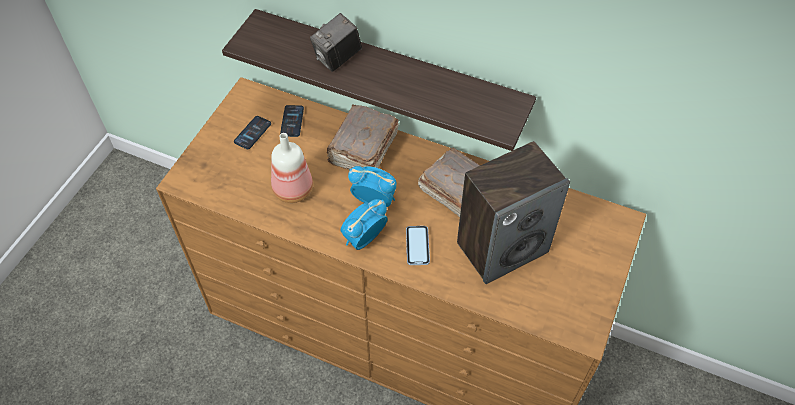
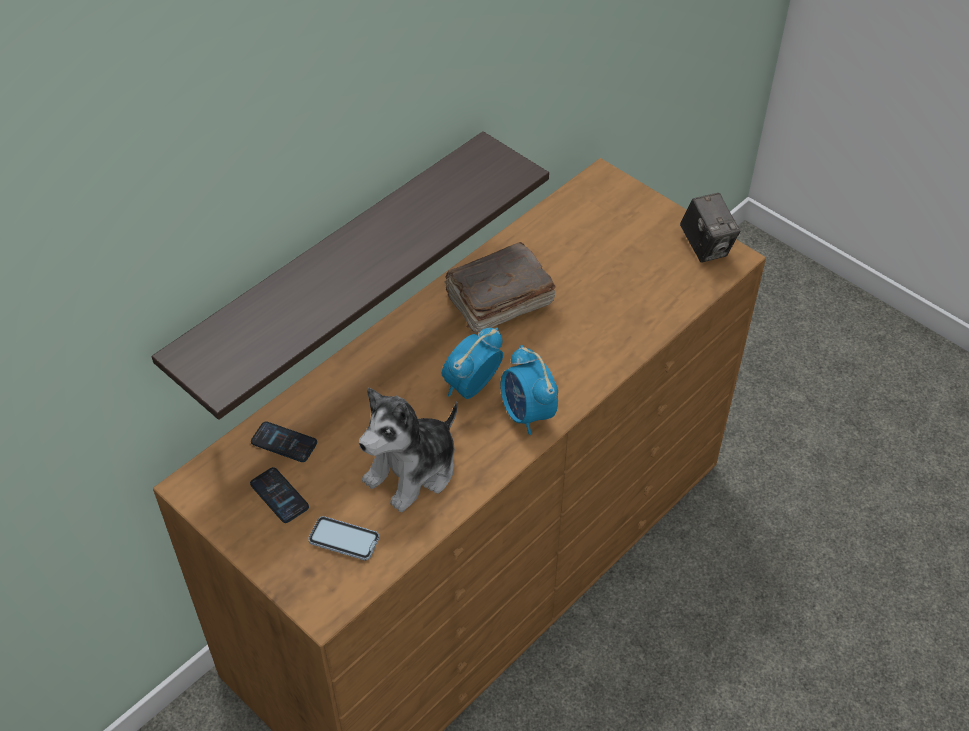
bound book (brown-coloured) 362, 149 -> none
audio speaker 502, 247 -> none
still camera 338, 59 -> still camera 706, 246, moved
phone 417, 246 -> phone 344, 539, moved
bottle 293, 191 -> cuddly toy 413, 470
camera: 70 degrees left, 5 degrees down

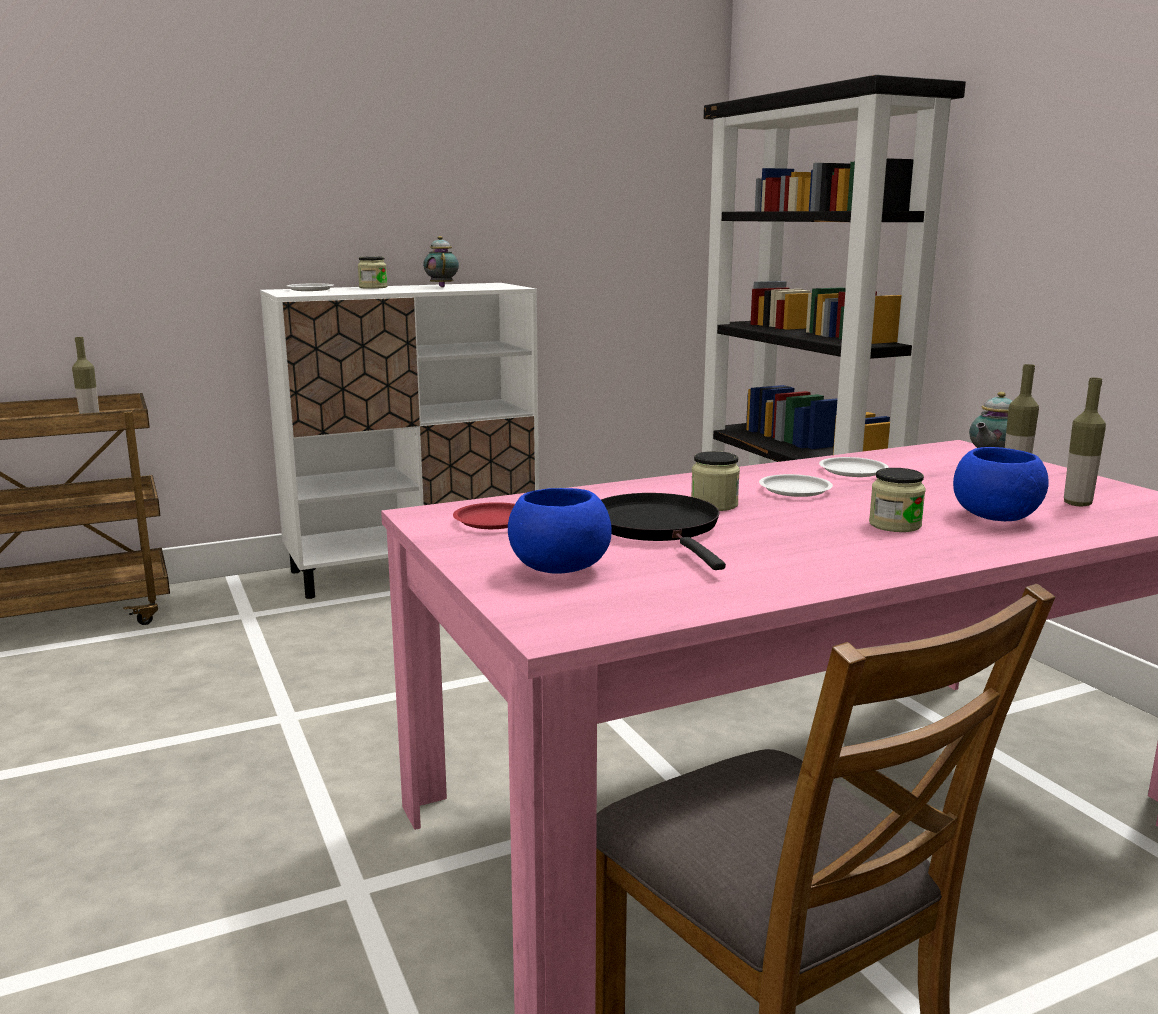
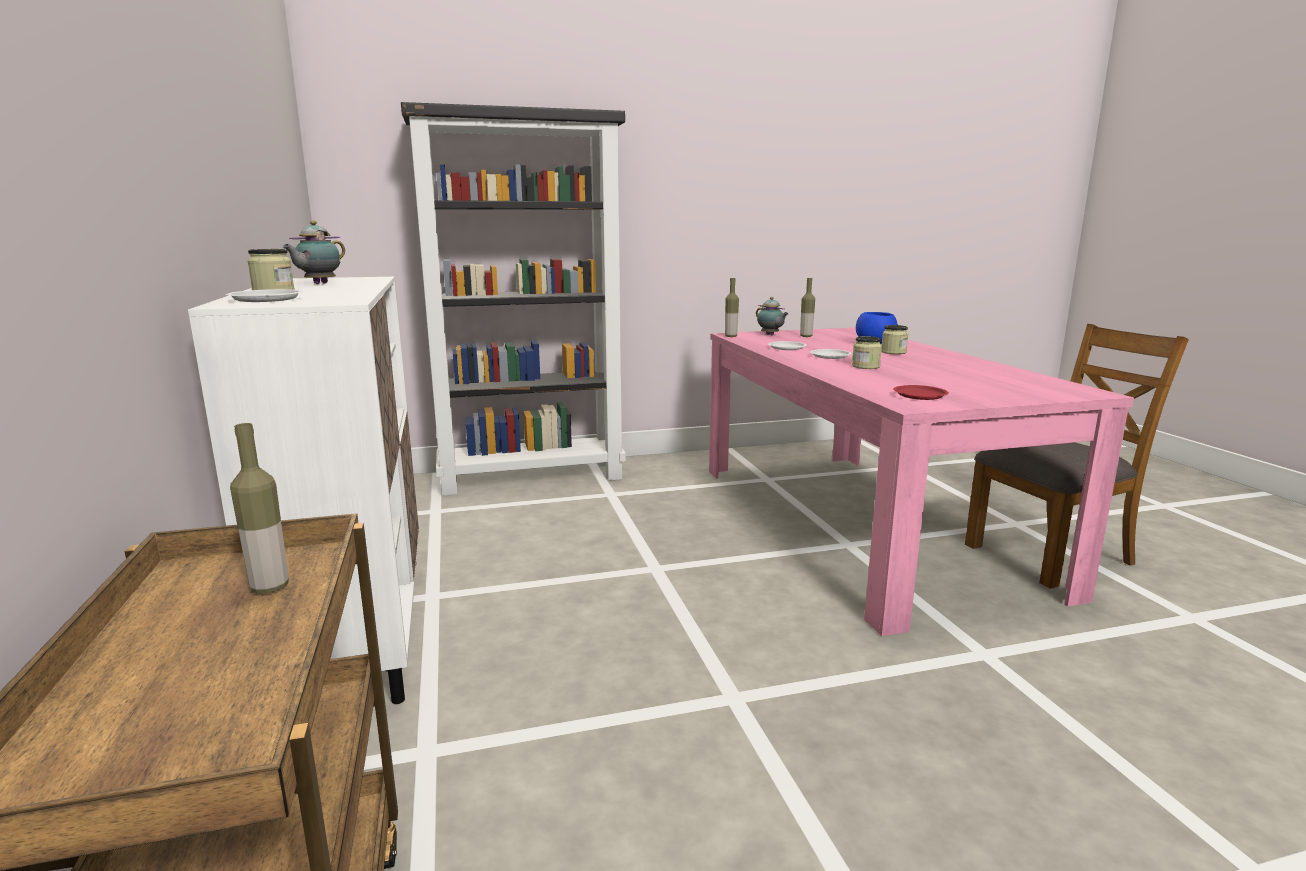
serving bowl (blue) 559, 570 -> none
pan (black-coloured) 658, 528 -> none
bottle 1077, 504 -> bottle 731, 336, moved
tea pot 442, 287 -> tea pot 318, 284, 60 degrees counterclockwise
camera: 80 degrees left, 0 degrees up

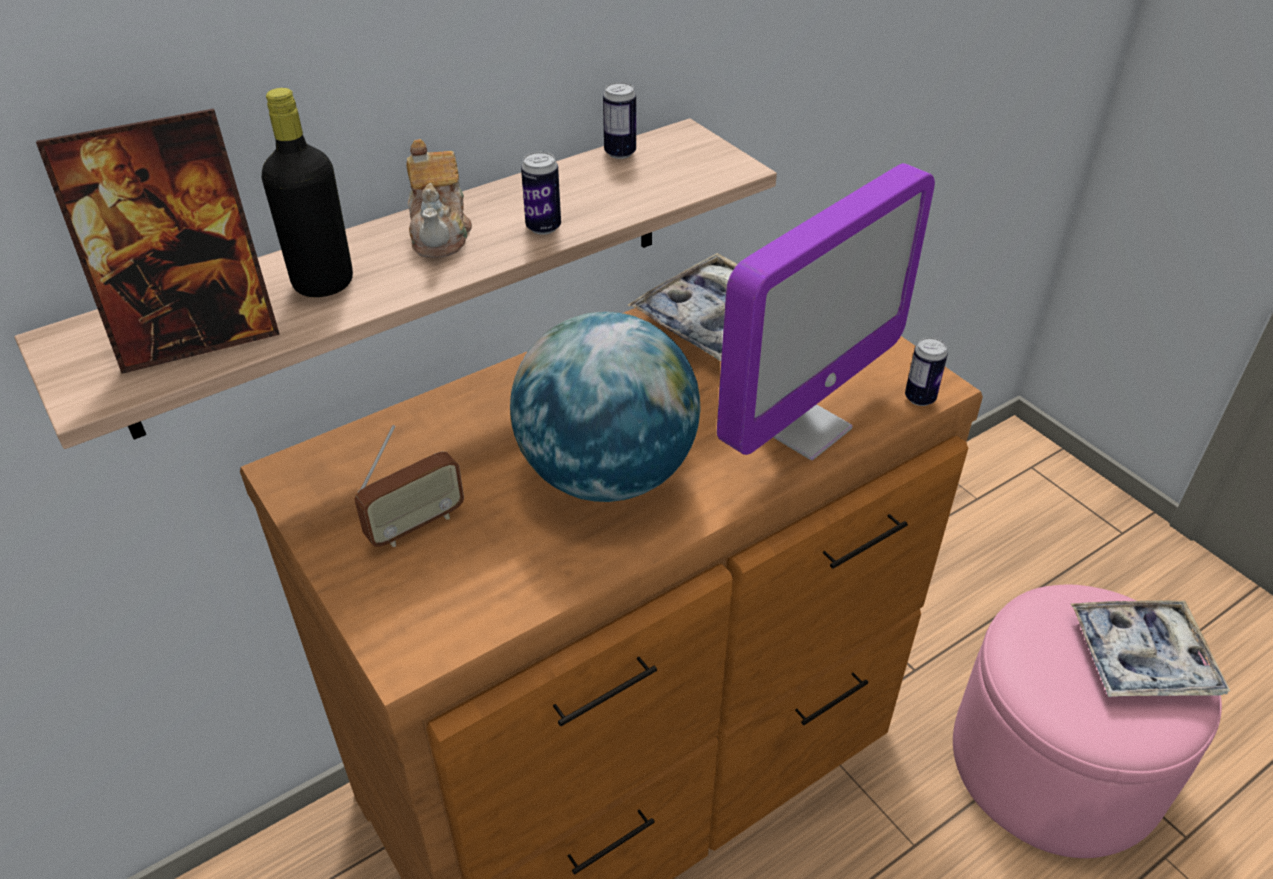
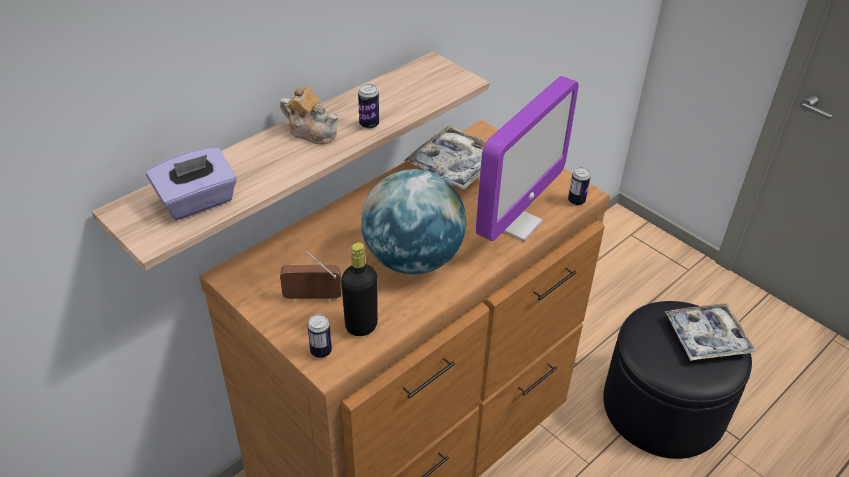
bottle (black-coloured) 323, 283 -> bottle (black-coloured) 361, 326, moved
can 620, 153 -> can 321, 351, moved
picture frame 197, 335 -> tissue holder (purple-coloured) 197, 202
ottoman (pink-coloured) 1055, 763 -> ottoman (black-coloured) 663, 407
radio set 415, 525 -> radio set 312, 298, 135 degrees counterclockwise
tea pot 440, 233 -> tea pot 312, 132, 45 degrees counterclockwise
camera: 10 degrees left, 0 degrees up

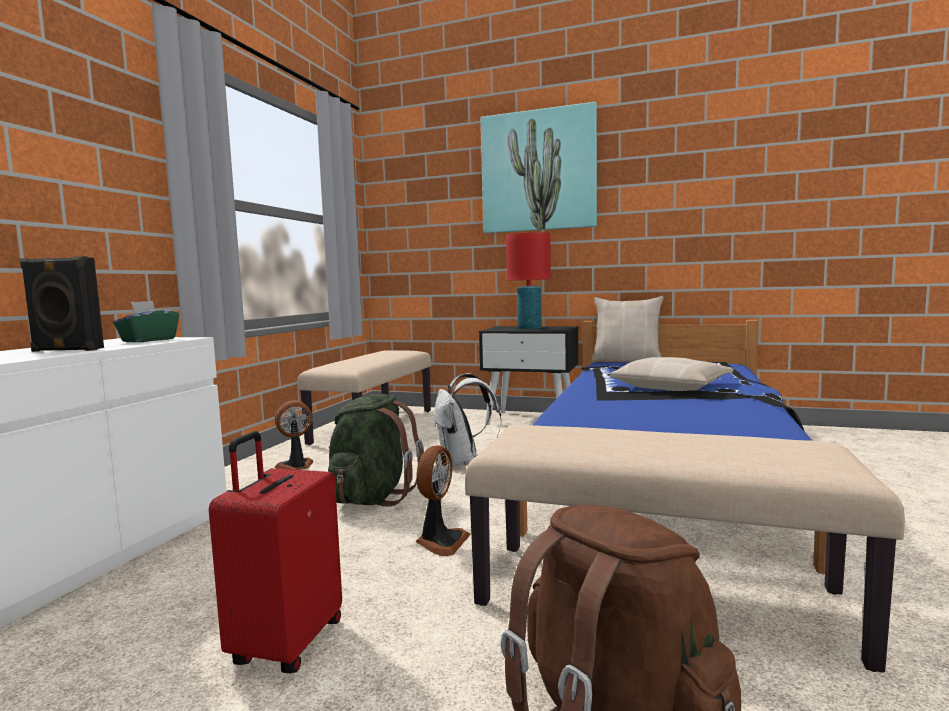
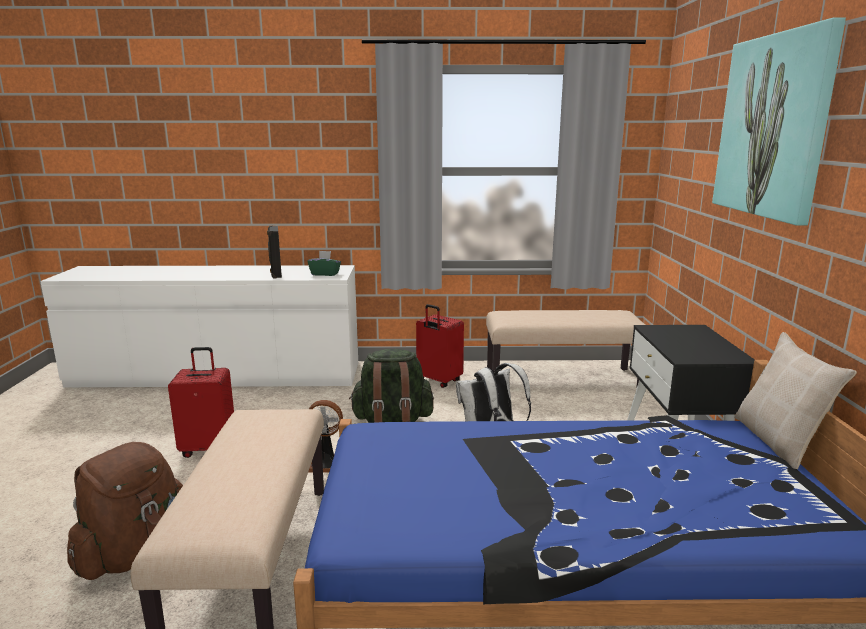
tabletop lamp (red-coloured) 529, 328 -> none
cushion (beige) 672, 386 -> none
fan 296, 466 -> piece of luggage (red-coloured) 438, 381
camera: 70 degrees right, 10 degrees up

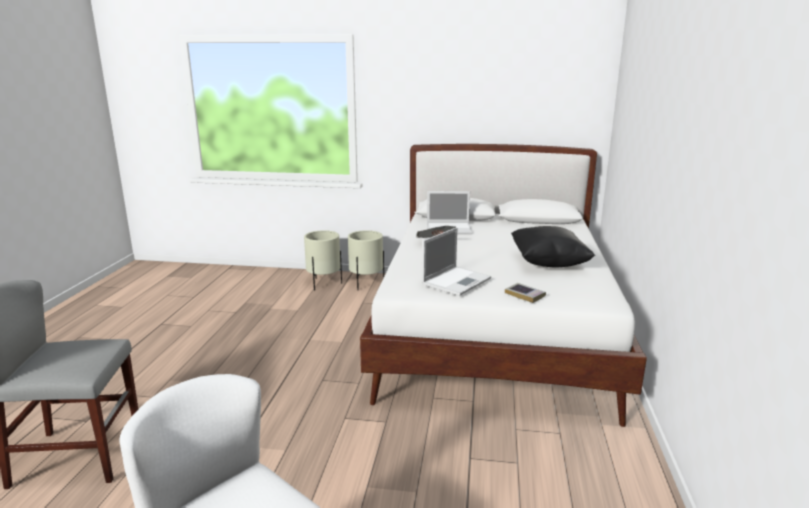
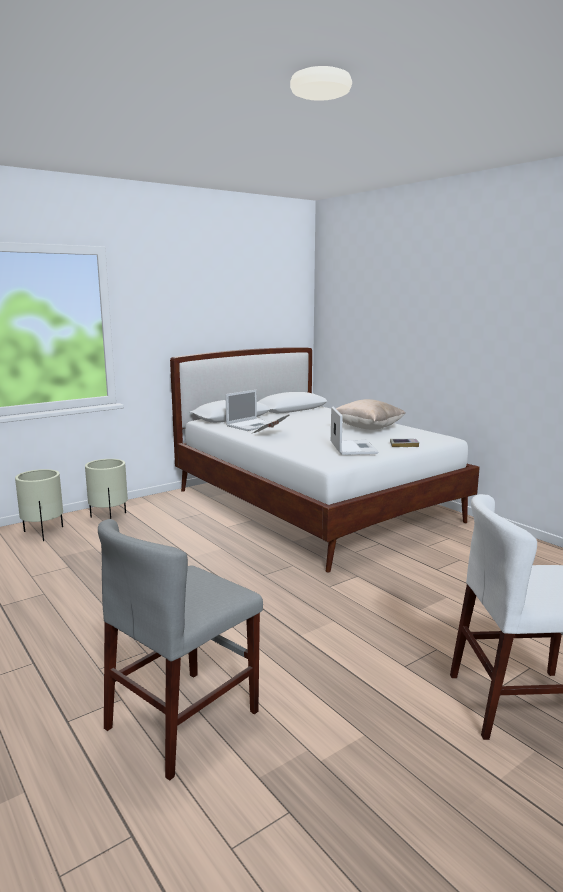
flower pot (beige) 366, 284 -> flower pot (beige) 43, 533, moved
cushion (black-coloured) 548, 263 -> cushion (beige) 367, 428
camera: 45 degrees left, 5 degrees down

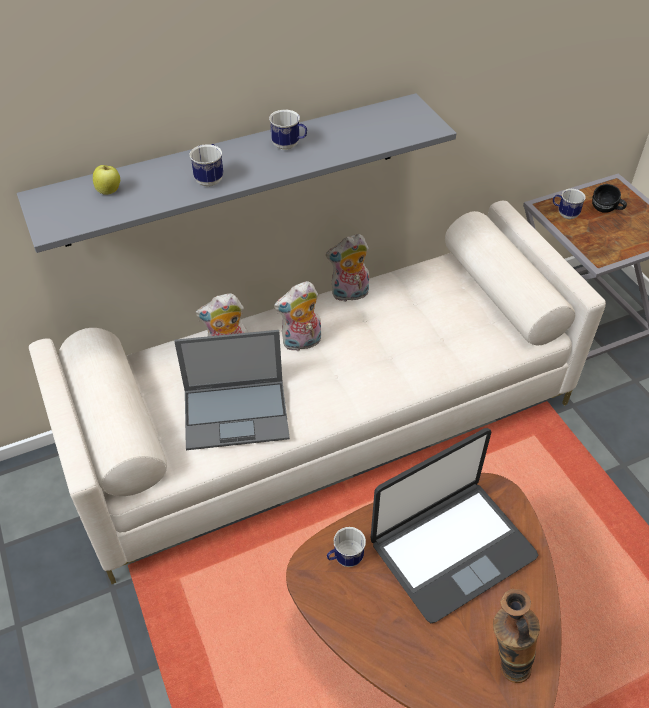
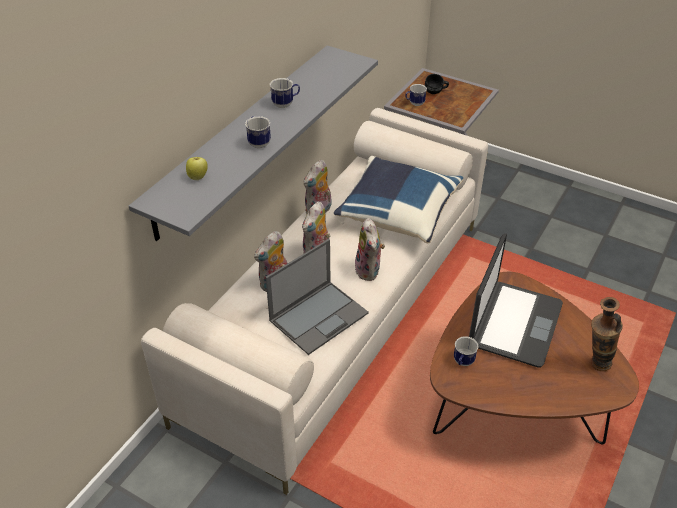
none -> cushion (blue) 397, 213
none -> cuddly toy 369, 271
camera: 35 degrees left, 5 degrees down

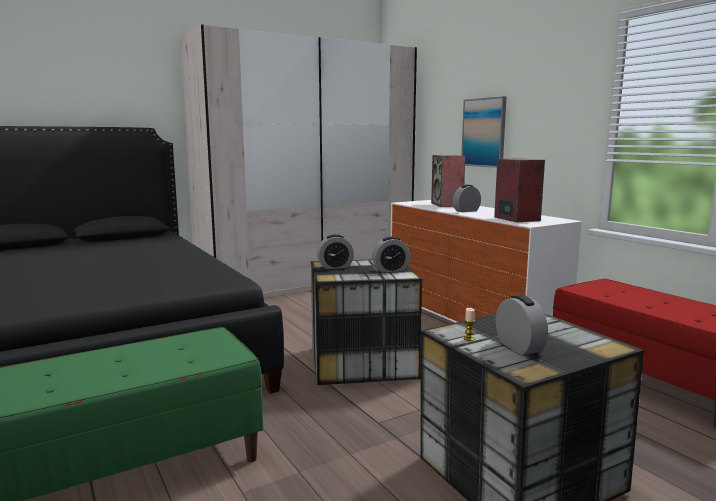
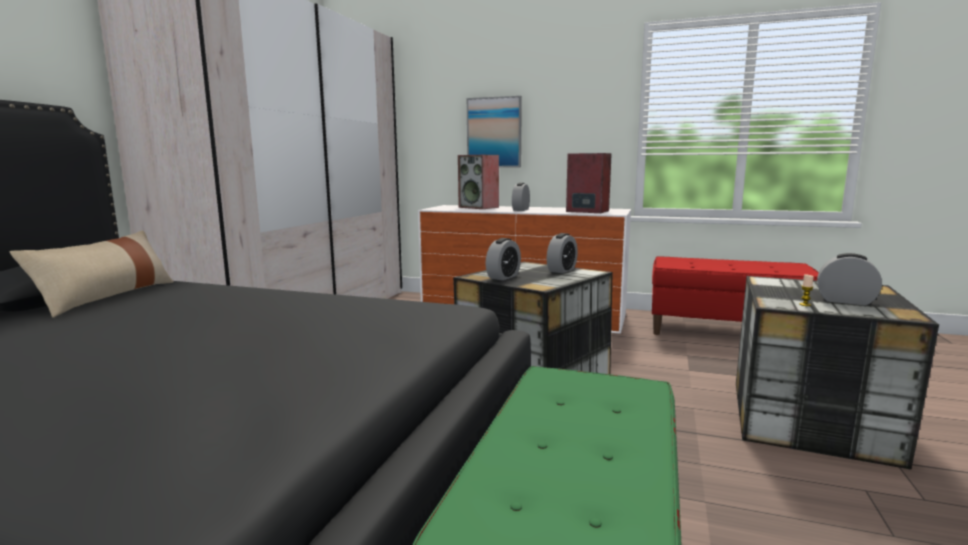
none -> cushion (beige) 108, 297
camera: 40 degrees left, 0 degrees up

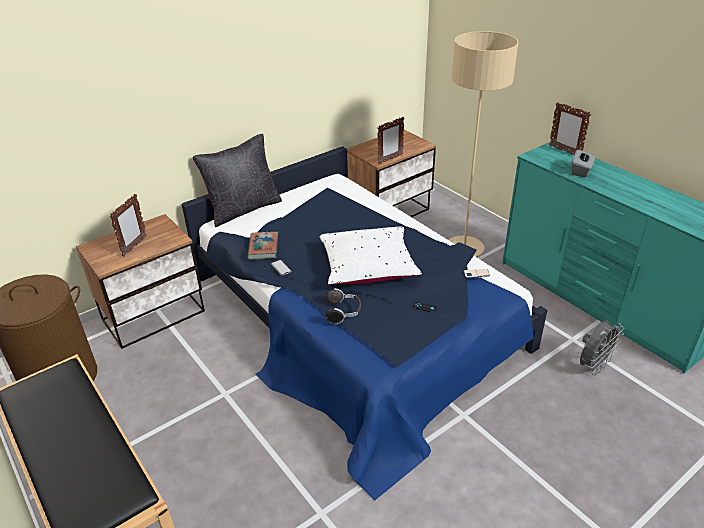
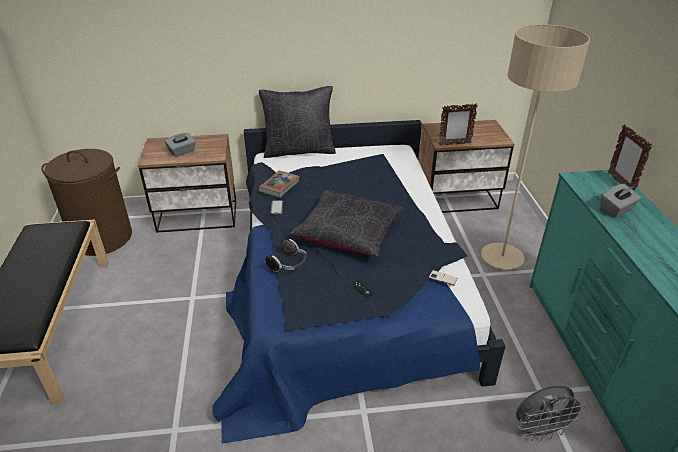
picture frame 134, 246 -> tissue holder (gray) 182, 151
cushion (whitish) 368, 267 -> cushion (black-coloured) 348, 233
camera: 30 degrees right, 0 degrees up

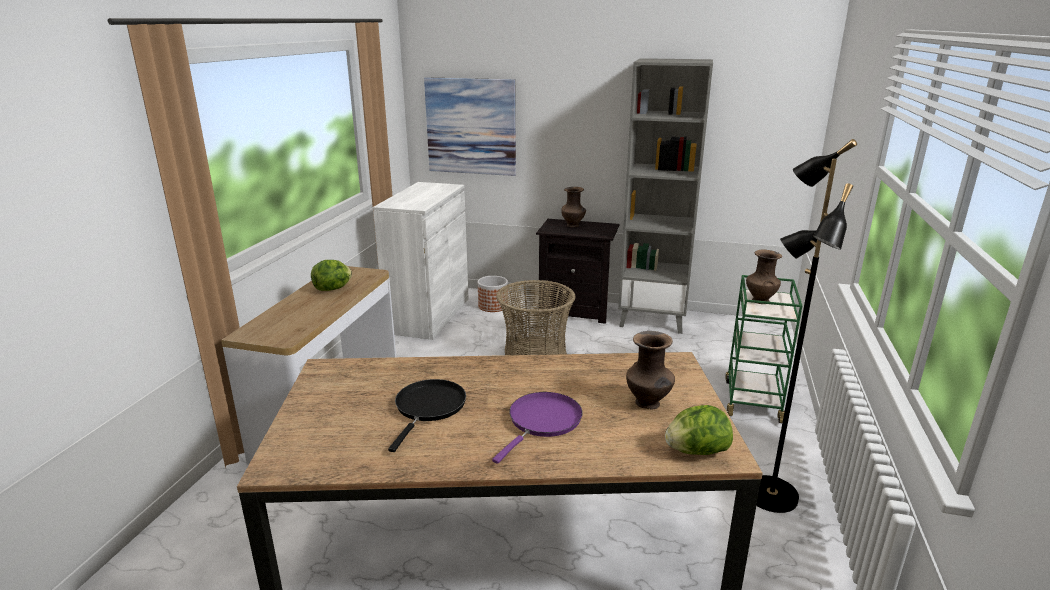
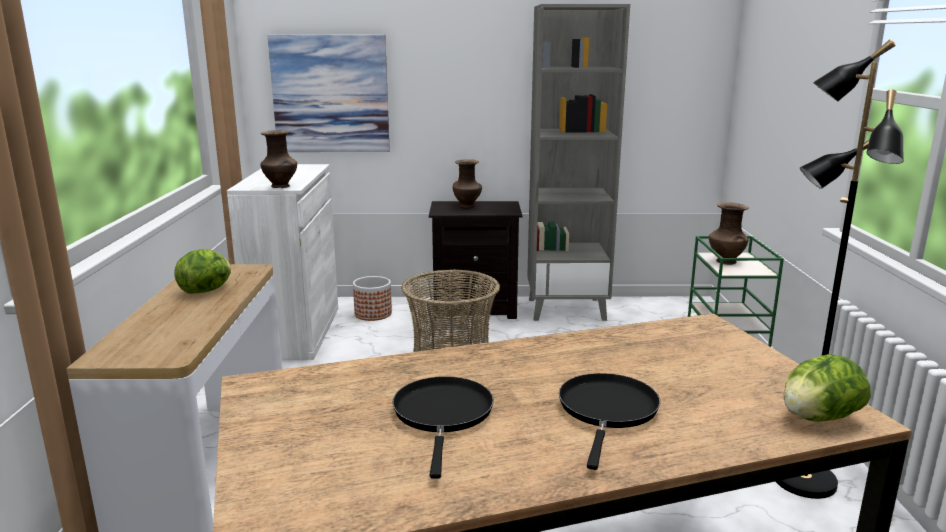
flower vase (brown-coloured) 648, 404 -> flower vase (brown-coloured) 281, 186, moved
pan (purple-coloured) 542, 422 -> pan (black-coloured) 607, 411
camera: 15 degrees left, 5 degrees down

